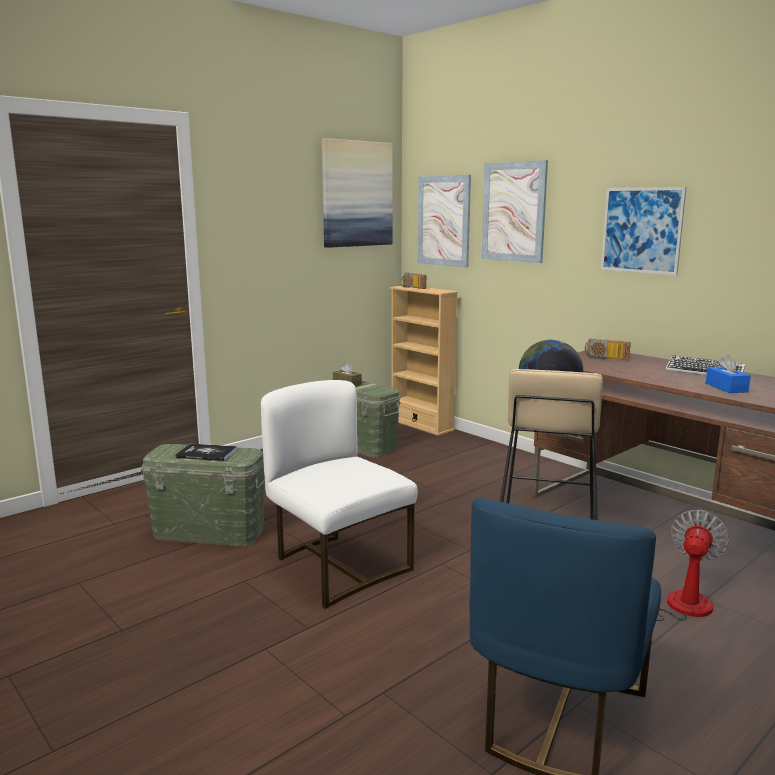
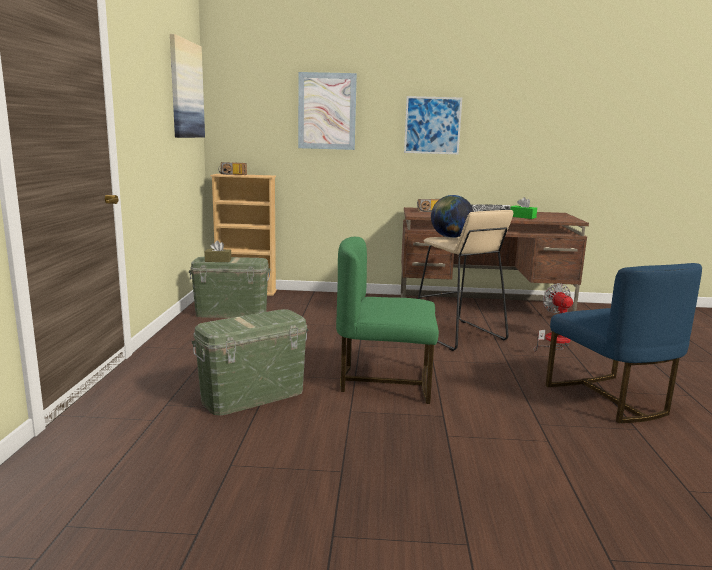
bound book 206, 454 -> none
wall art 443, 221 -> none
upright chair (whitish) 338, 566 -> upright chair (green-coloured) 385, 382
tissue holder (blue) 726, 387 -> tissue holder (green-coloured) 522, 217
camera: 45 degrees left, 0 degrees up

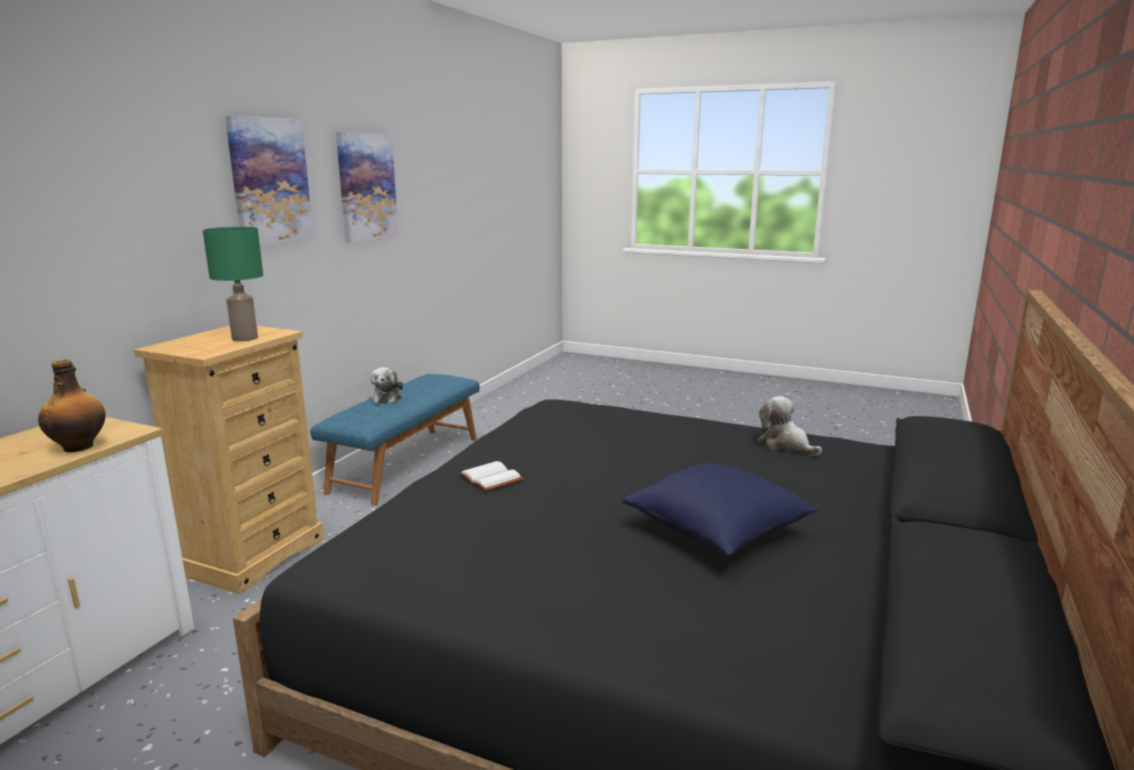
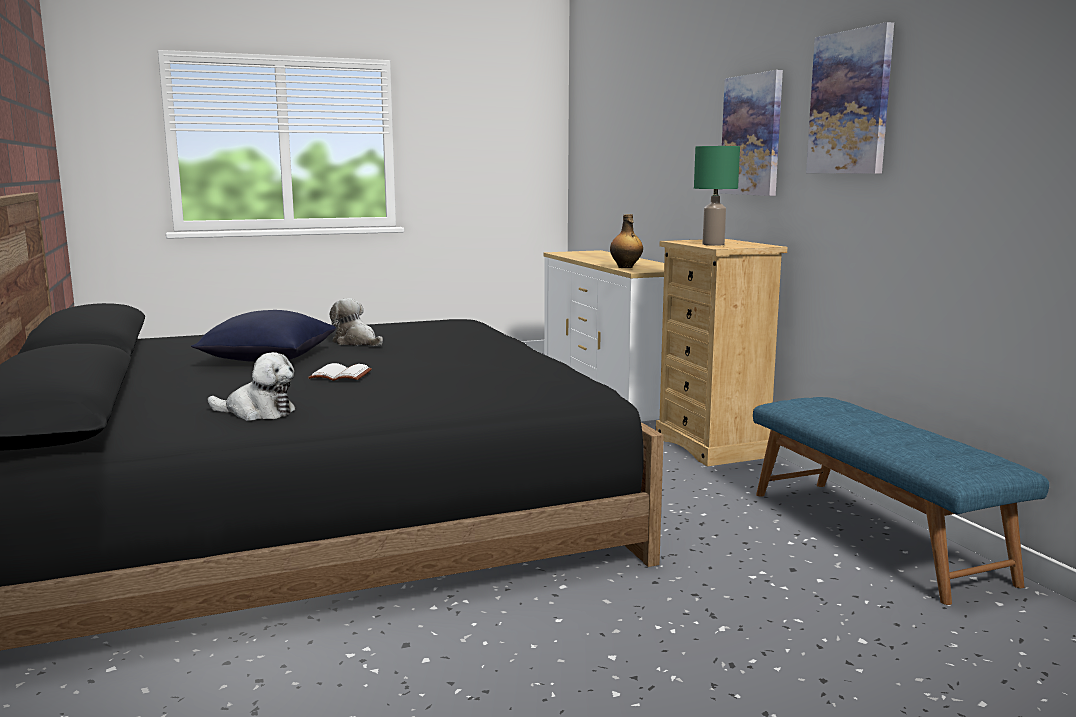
wall art 366, 187 -> wall art 752, 135, moved
cuddly toy 386, 398 -> cuddly toy 356, 342, moved
bound book (whitish) 492, 478 -> bound book (whitish) 339, 376, moved
camera: 135 degrees right, 5 degrees down

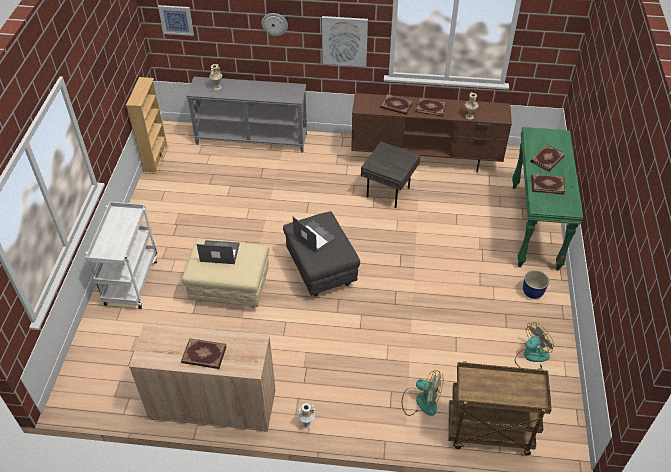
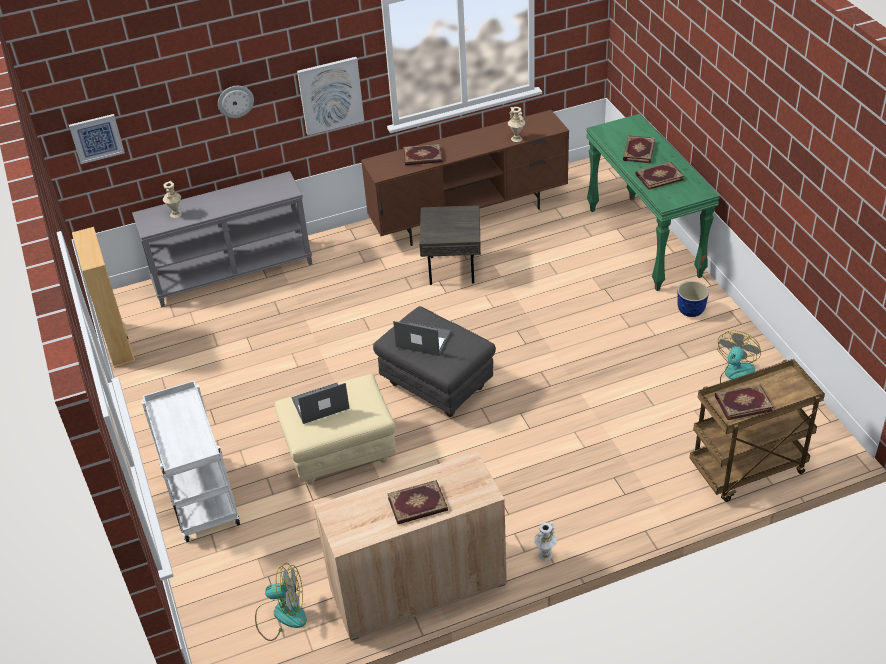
fan 421, 401 -> fan 281, 615, moved
bound book 430, 108 -> bound book 743, 403, moved
camera: 25 degrees left, 5 degrees down

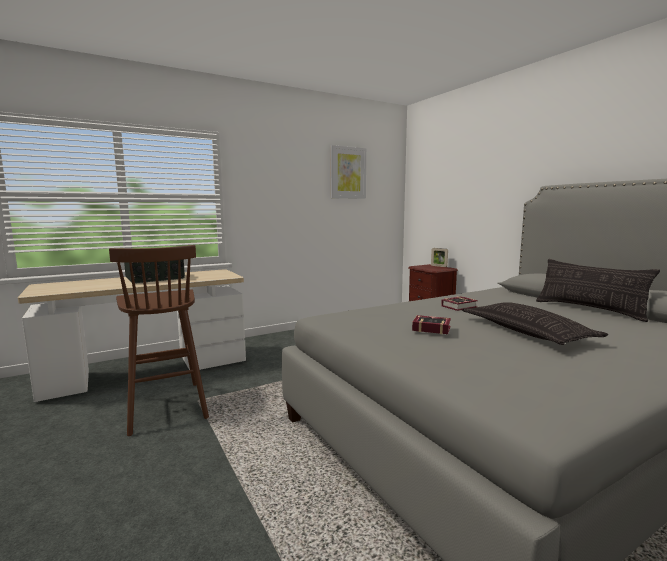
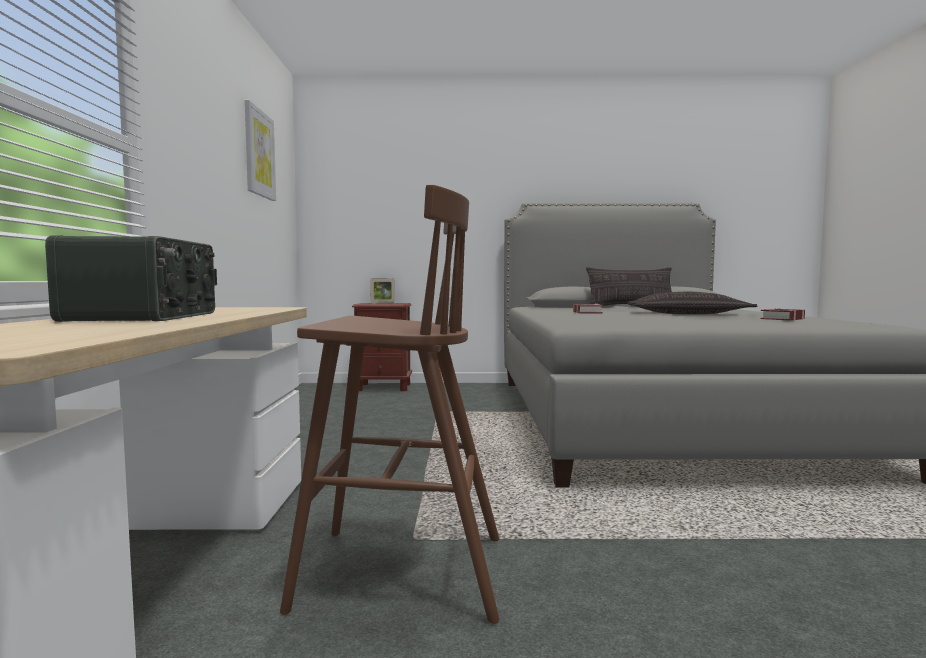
bound book 430, 328 -> bound book 780, 319, moved
camera: 60 degrees left, 5 degrees down

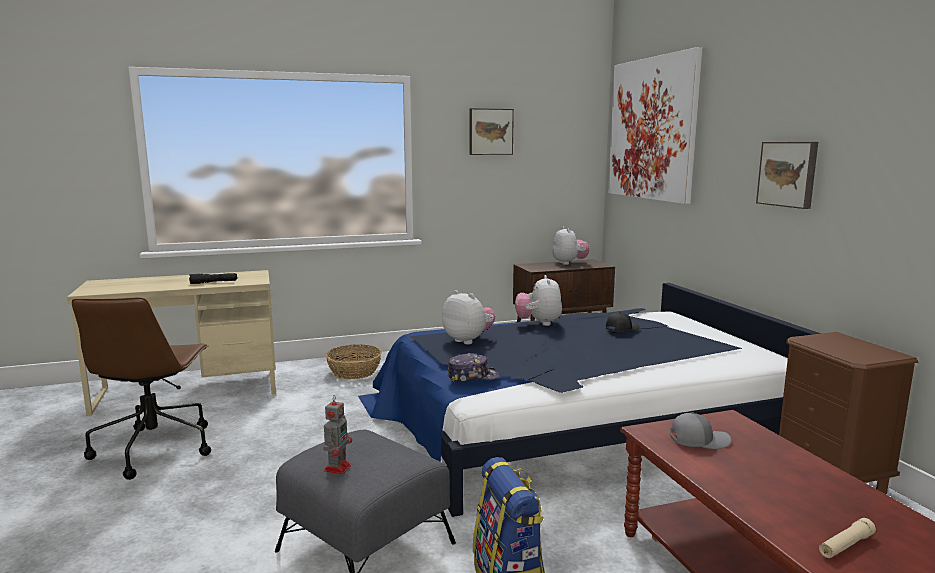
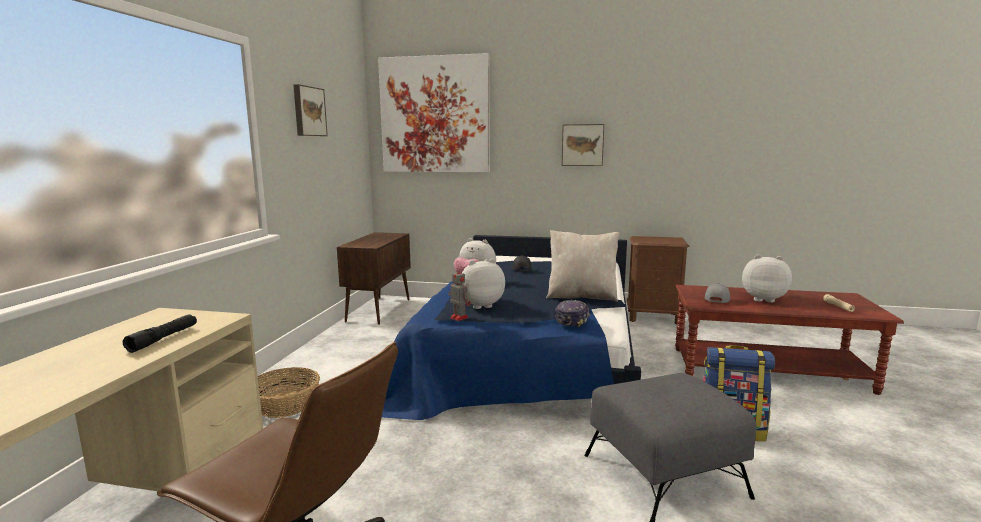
none -> cushion (beige) 581, 296
toy robot 338, 467 -> toy robot 458, 317, moved
cuddly toy 569, 263 -> cuddly toy 762, 299, moved
camera: 60 degrees left, 0 degrees up

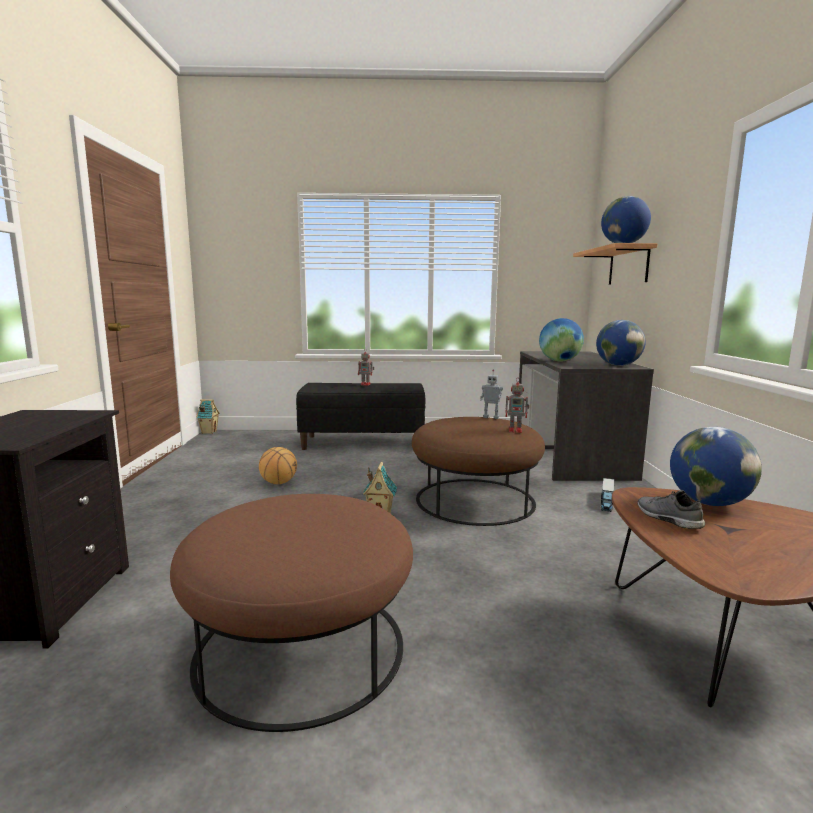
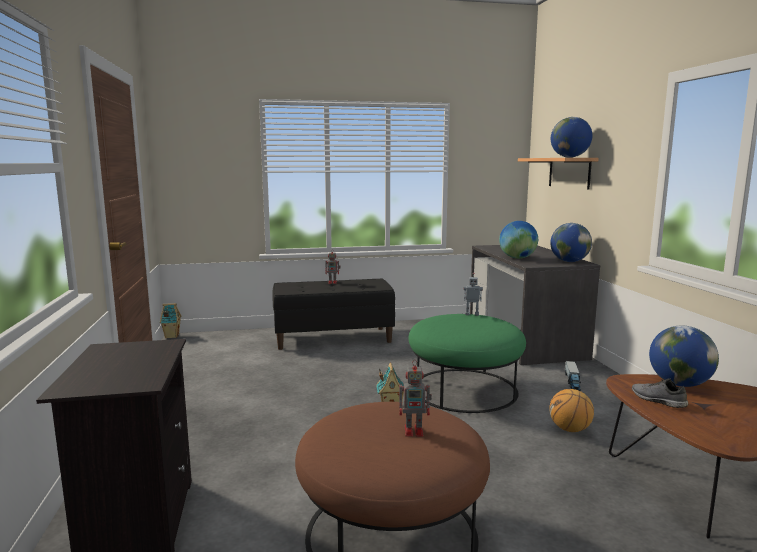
ball for basketball 278, 483 -> ball for basketball 570, 429, moved
toy robot 516, 430 -> toy robot 415, 431, moved
ottoman (brown-coloured) 475, 500 -> ottoman (green-coloured) 464, 389
camera: 10 degrees left, 0 degrees up

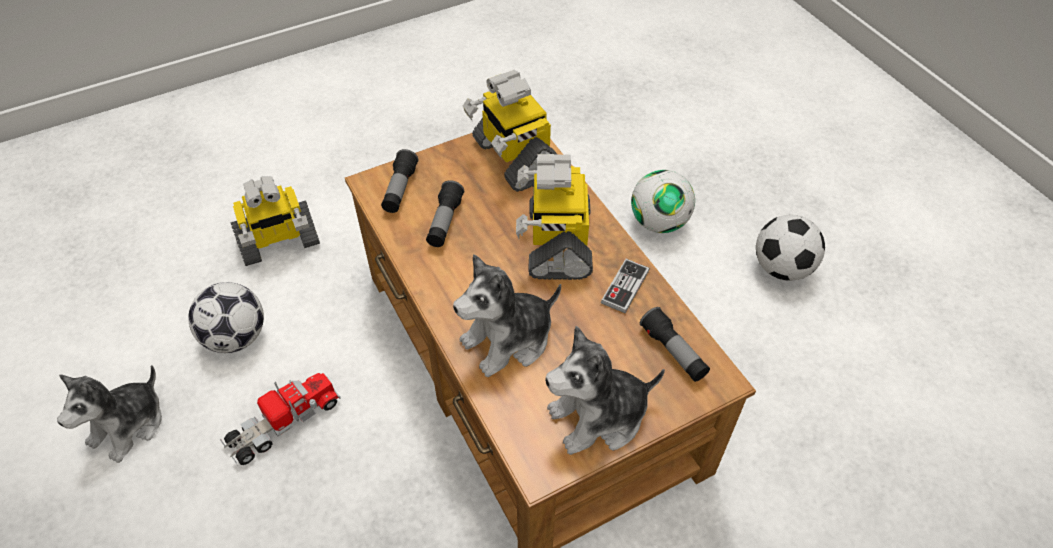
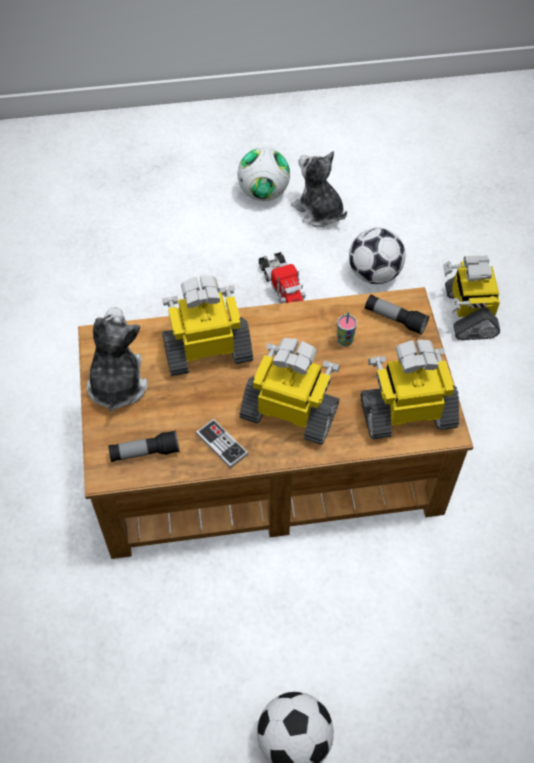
football 659, 222 -> football 263, 193, moved
torch 445, 222 -> cup 345, 341
cuddly toy 508, 340 -> toy robot 207, 350
camera: 110 degrees right, 5 degrees up

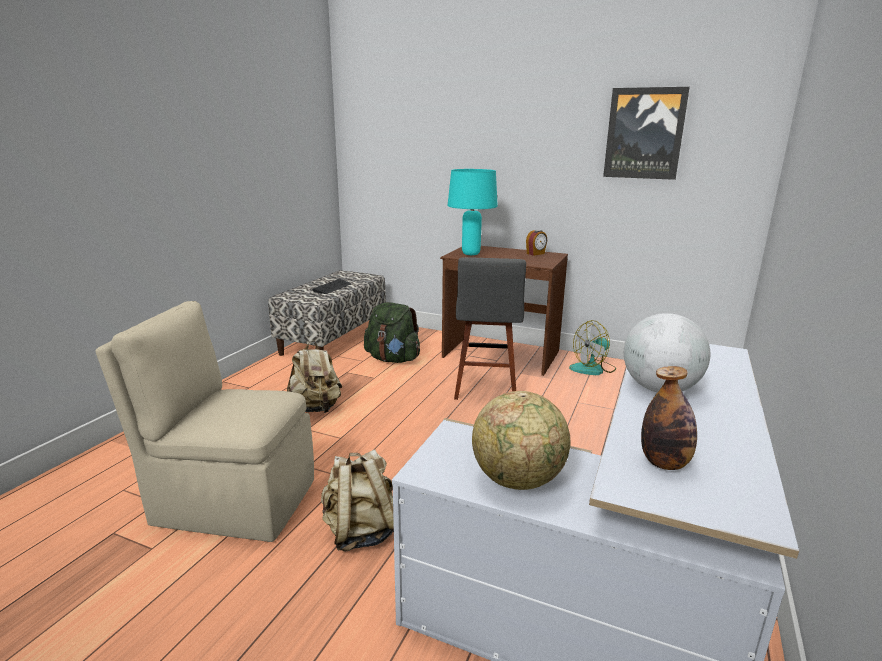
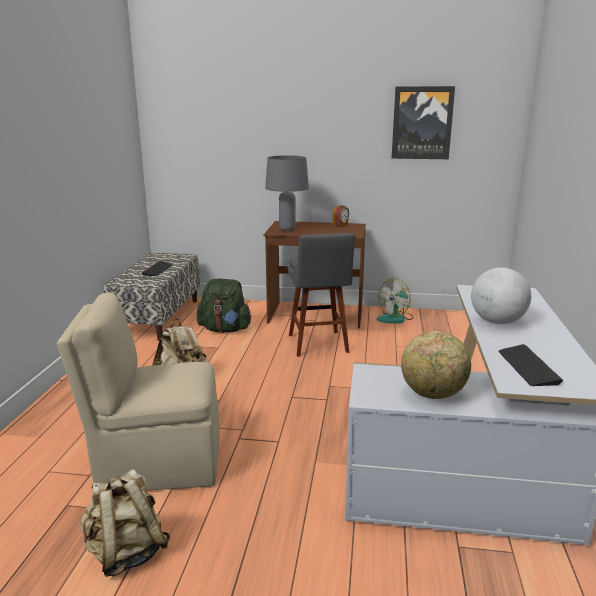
knapsack (beige) 361, 532 -> knapsack (beige) 126, 552, moved
bottle 664, 463 -> PC keyboard 528, 367
tabletop lamp (turquoise) 471, 254 -> tabletop lamp (gray) 287, 229
camera: 15 degrees left, 0 degrees up

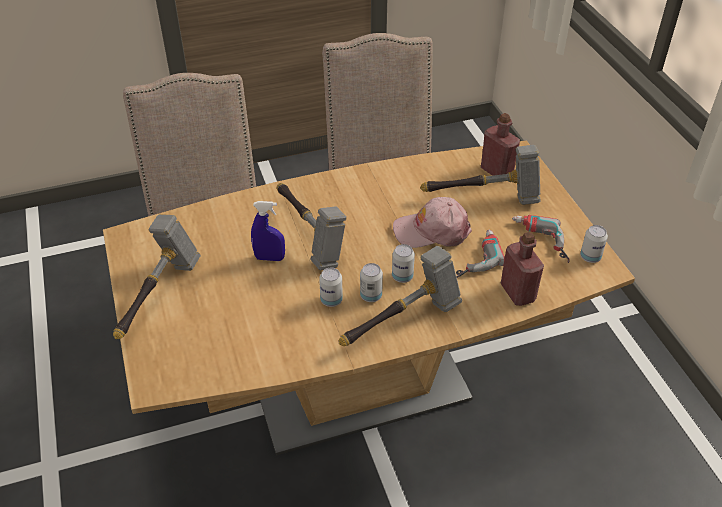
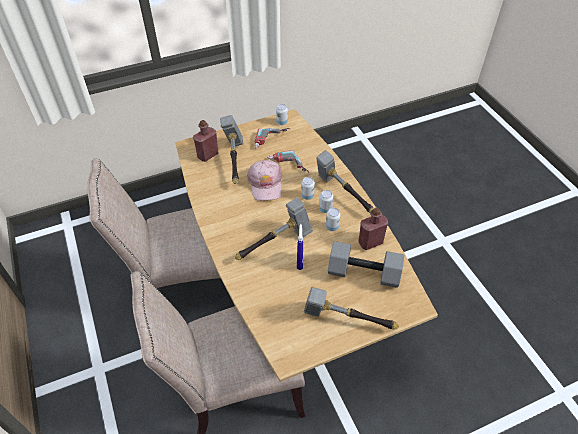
none -> free weight (gray) 363, 274
bottle (red-coloured) 517, 292 -> bottle (red-coloured) 370, 242, moved
camera: 95 degrees left, 5 degrees up

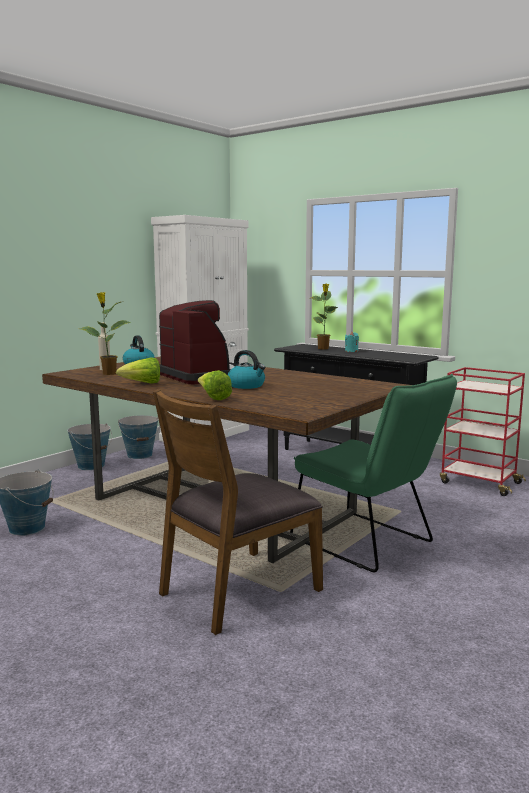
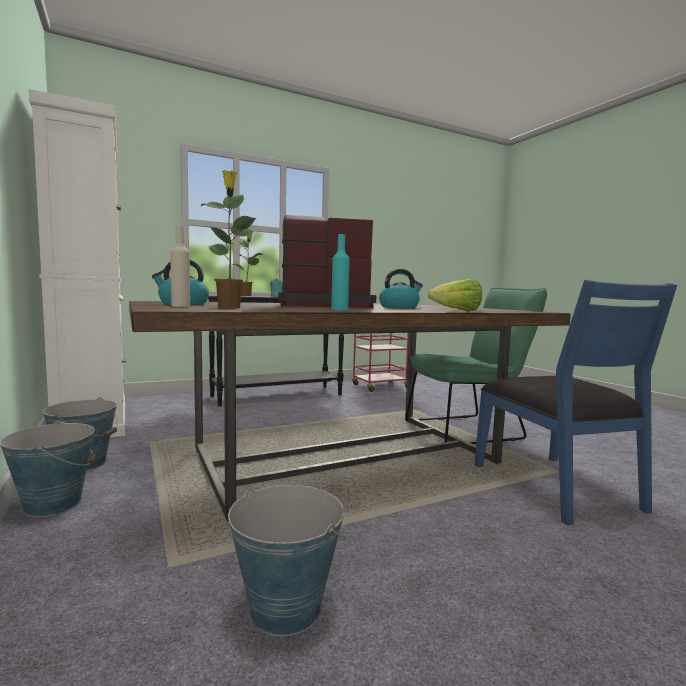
lettuce head 142, 384 -> bottle (turquoise) 339, 309
upright chair (brown-coloured) 238, 591 -> upright chair (blue) 557, 487
camera: 65 degrees left, 5 degrees down

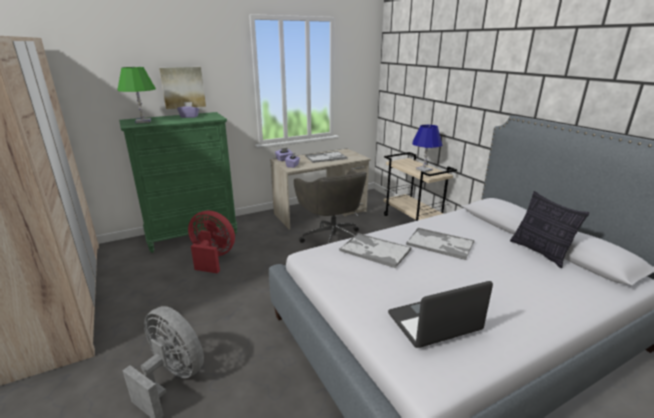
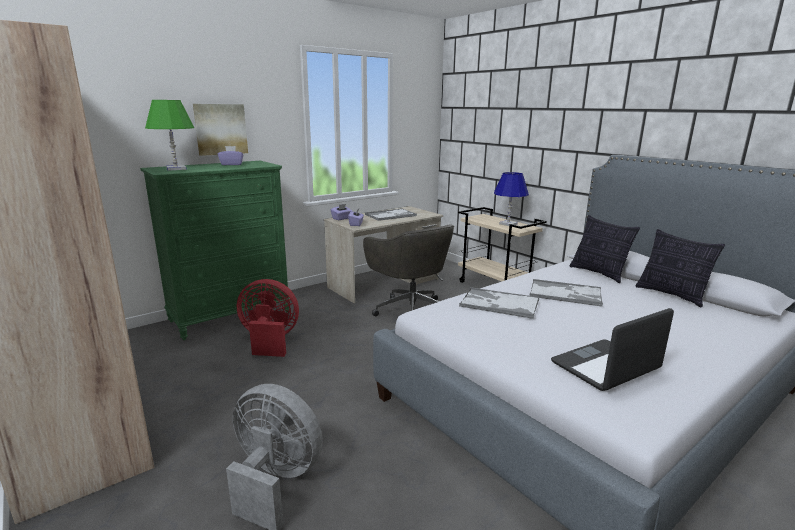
none -> cushion 598, 273
camera: 10 degrees left, 5 degrees down

